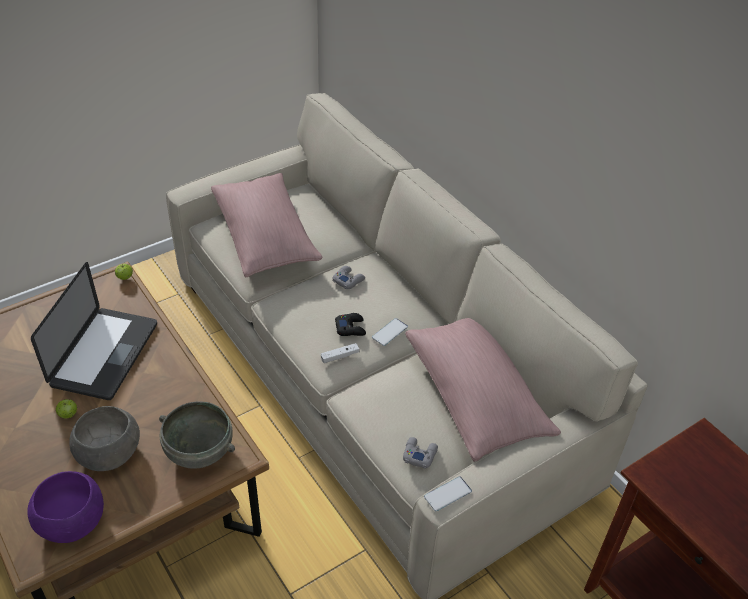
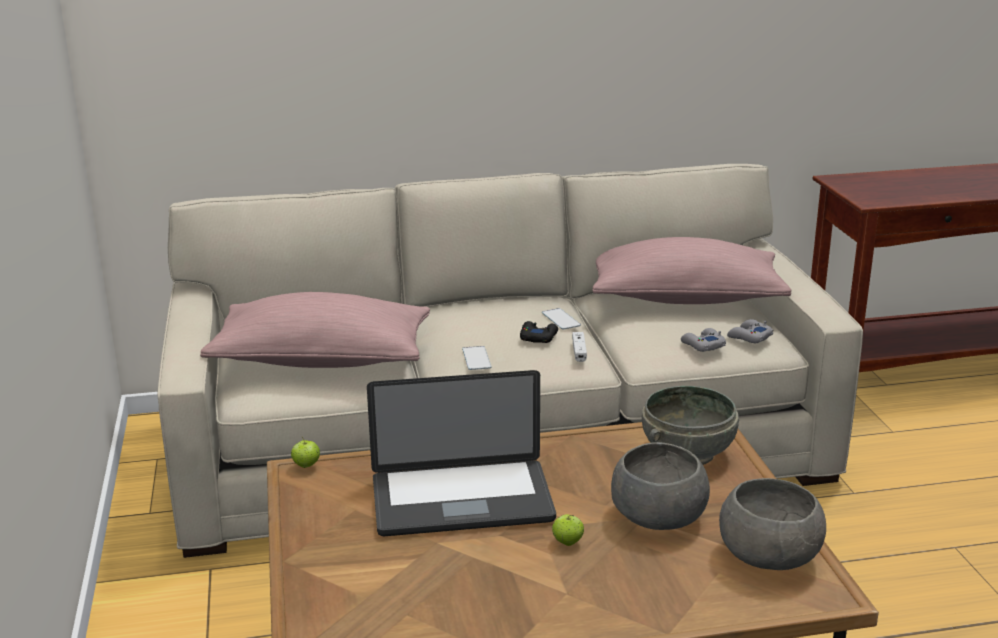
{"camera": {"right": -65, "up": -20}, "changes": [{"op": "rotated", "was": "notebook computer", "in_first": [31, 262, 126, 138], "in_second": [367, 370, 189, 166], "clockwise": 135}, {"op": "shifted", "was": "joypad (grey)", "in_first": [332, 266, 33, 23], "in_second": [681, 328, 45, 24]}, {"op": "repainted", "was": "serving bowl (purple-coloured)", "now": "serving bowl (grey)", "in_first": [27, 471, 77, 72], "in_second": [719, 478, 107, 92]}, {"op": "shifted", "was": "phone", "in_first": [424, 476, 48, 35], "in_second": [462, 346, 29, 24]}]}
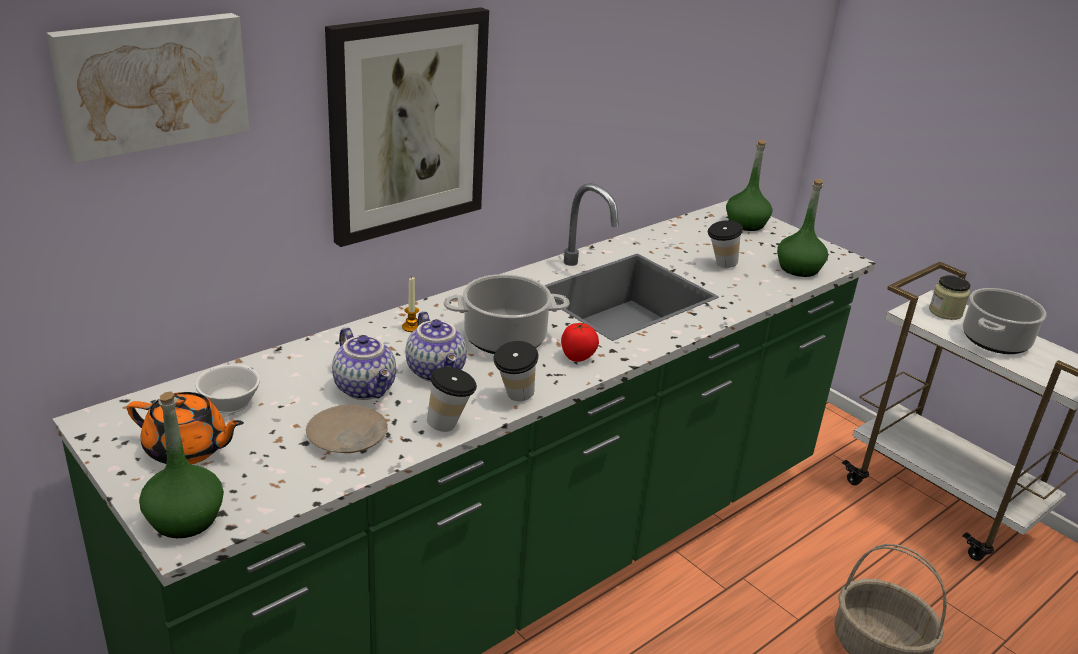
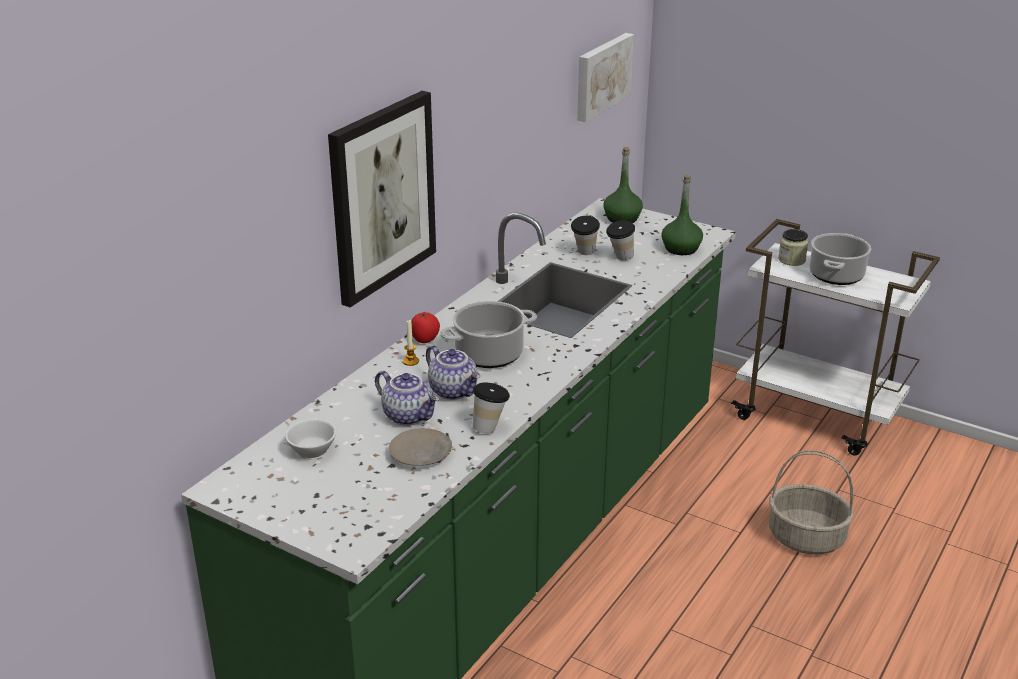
{"camera": {"right": -15, "up": 0}, "changes": [{"op": "shifted", "was": "wall art", "in_first": [46, 13, 203, 150], "in_second": [577, 33, 57, 89]}, {"op": "shifted", "was": "fresh tomato", "in_first": [561, 323, 38, 39], "in_second": [411, 312, 29, 31]}, {"op": "shifted", "was": "small cup", "in_first": [493, 341, 45, 60], "in_second": [571, 216, 29, 39]}, {"op": "gone", "was": "tea pot (orangey)", "in_first": [127, 392, 117, 73]}, {"op": "gone", "was": "beverage bottle (green)", "in_first": [139, 392, 85, 146]}]}
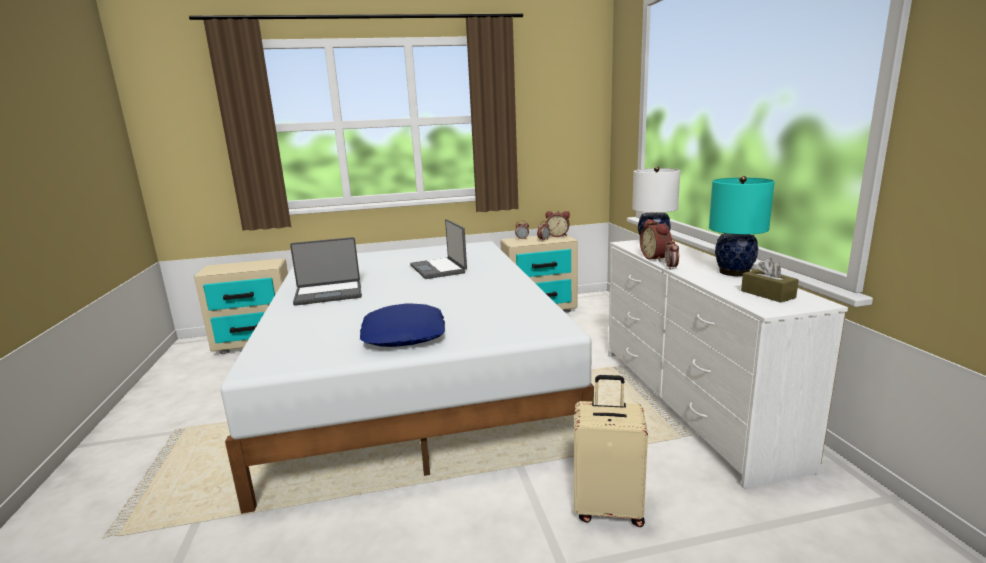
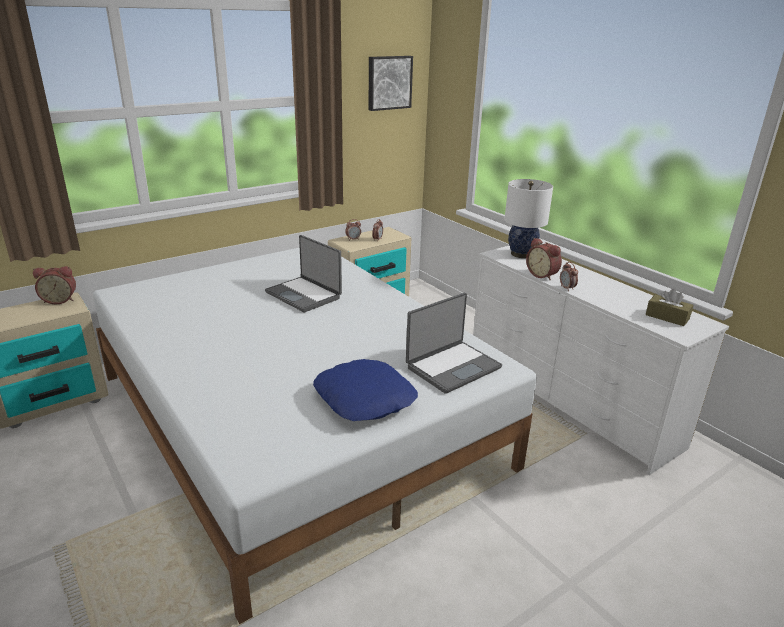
{"camera": {"right": -25, "up": 10}, "changes": [{"op": "gone", "was": "lamp for a table (blue-green)", "in_first": [709, 176, 66, 100]}, {"op": "shifted", "was": "bedside clock", "in_first": [545, 211, 25, 26], "in_second": [33, 266, 43, 38]}, {"op": "shifted", "was": "notebook computer", "in_first": [290, 237, 72, 69], "in_second": [406, 293, 96, 101]}, {"op": "gone", "was": "travel case (sand-coloured)", "in_first": [574, 375, 74, 152]}, {"op": "new", "now": "wall art", "in_second": [369, 56, 44, 55]}]}
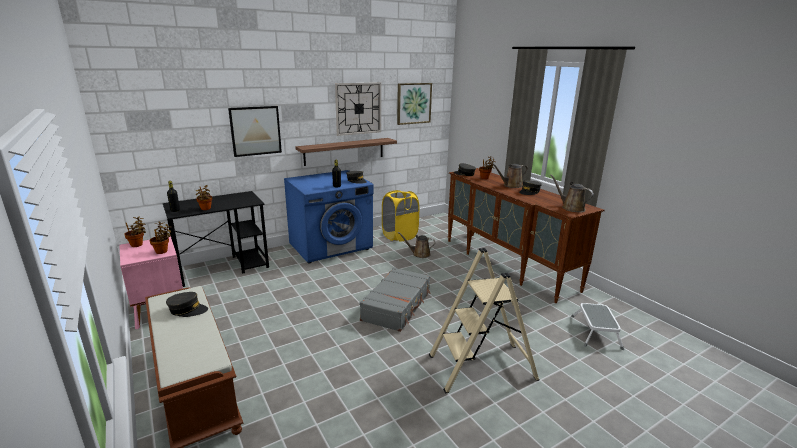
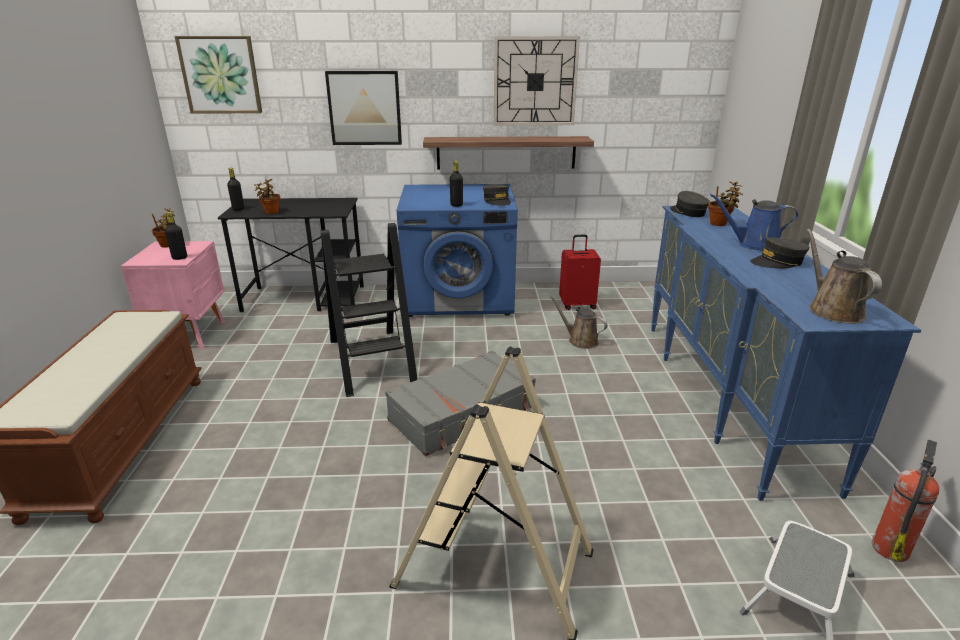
{"camera": {"right": 30, "up": 5}, "changes": [{"op": "shifted", "was": "wall art", "in_first": [397, 83, 35, 42], "in_second": [175, 36, 87, 78]}, {"op": "repainted", "was": "sprinkling can (brown)", "now": "sprinkling can (blue-coloured)", "in_first": [492, 163, 36, 25], "in_second": [710, 194, 89, 57]}, {"op": "repainted", "was": "storage cabinet (brown)", "now": "storage cabinet (blue-coloured)", "in_first": [448, 168, 157, 135], "in_second": [651, 206, 270, 295]}, {"op": "swapped", "was": "washing basket (yellowish)", "now": "travel case (reddish)", "in_first": [382, 190, 37, 52], "in_second": [559, 235, 42, 75]}, {"op": "swapped", "was": "houseplant", "now": "beverage bottle (blackish)", "in_first": [150, 222, 21, 32], "in_second": [165, 212, 22, 48]}, {"op": "gone", "was": "baseball cap (grey)", "in_first": [166, 292, 42, 25]}, {"op": "new", "now": "step stool (blackish)", "in_second": [321, 223, 97, 174]}, {"op": "new", "now": "extinguisher", "in_second": [872, 440, 67, 122]}]}
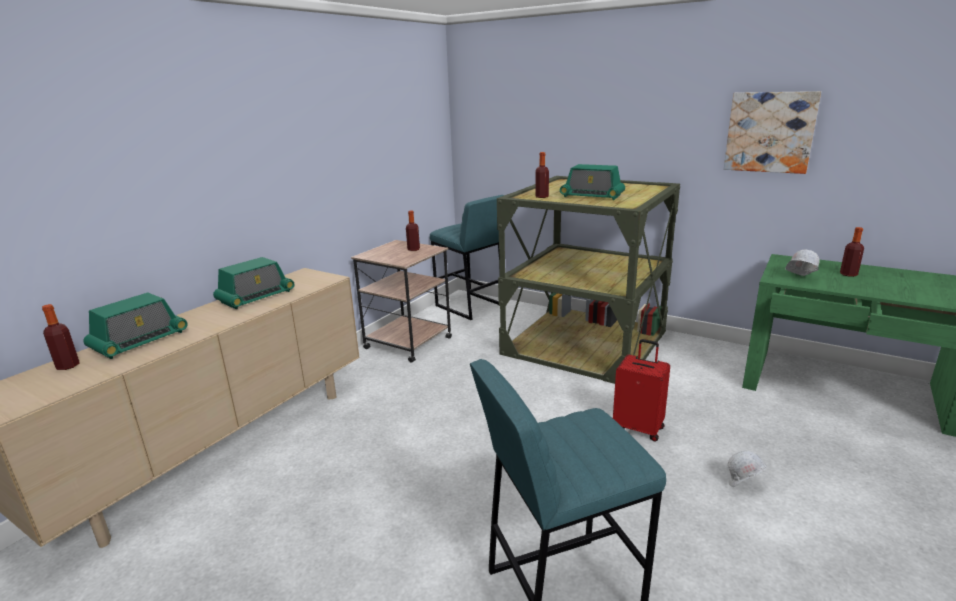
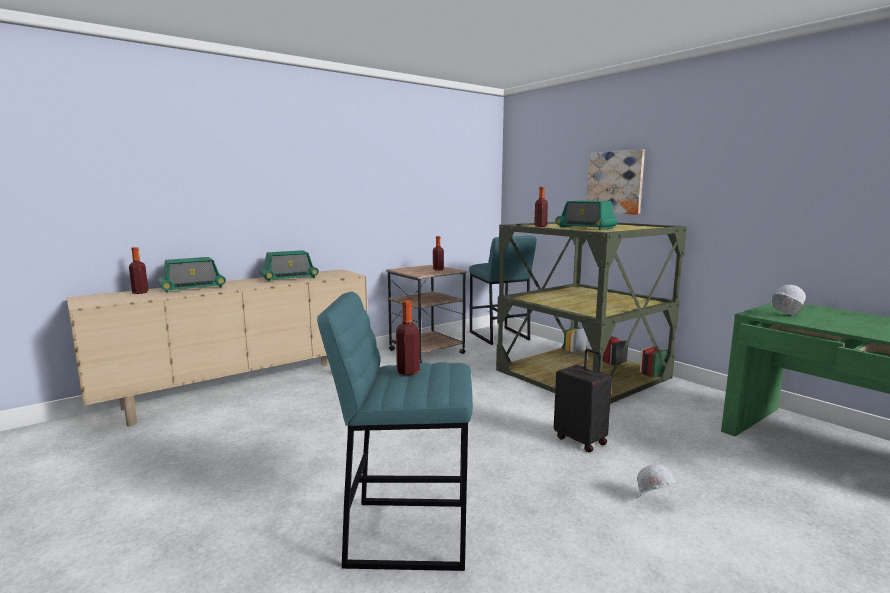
{"camera": {"right": 20, "up": -10}, "changes": [{"op": "shifted", "was": "wall art", "in_first": [724, 91, 97, 83], "in_second": [587, 150, 58, 65]}, {"op": "shifted", "was": "beverage bottle", "in_first": [840, 227, 24, 50], "in_second": [396, 300, 24, 75]}, {"op": "repainted", "was": "travel case (reddish)", "now": "travel case (blackish)", "in_first": [613, 339, 57, 103], "in_second": [554, 349, 58, 103]}]}
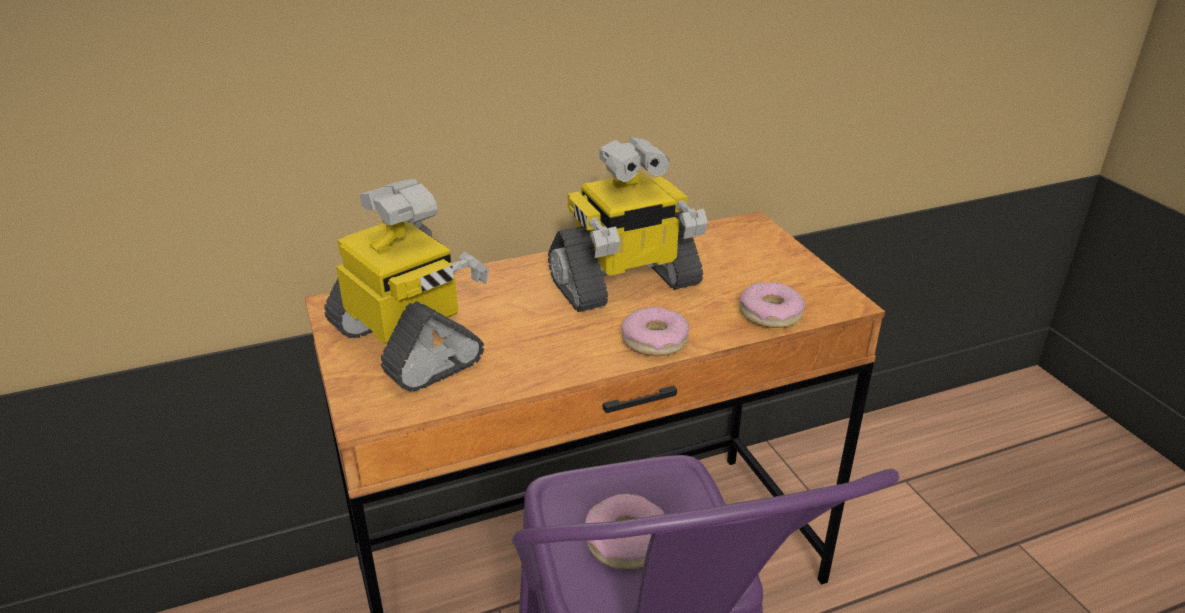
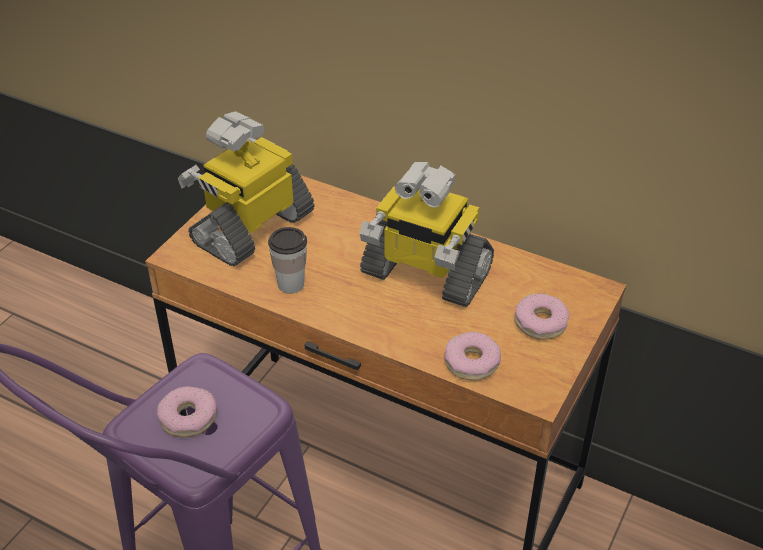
{"camera": {"right": 50, "up": 10}, "changes": [{"op": "rotated", "was": "model robot", "in_first": [324, 179, 165, 212], "in_second": [178, 111, 136, 155], "clockwise": -150}, {"op": "shifted", "was": "doughnut", "in_first": [622, 307, 67, 49], "in_second": [515, 293, 54, 47]}, {"op": "new", "now": "small cup", "in_second": [268, 227, 39, 67]}]}
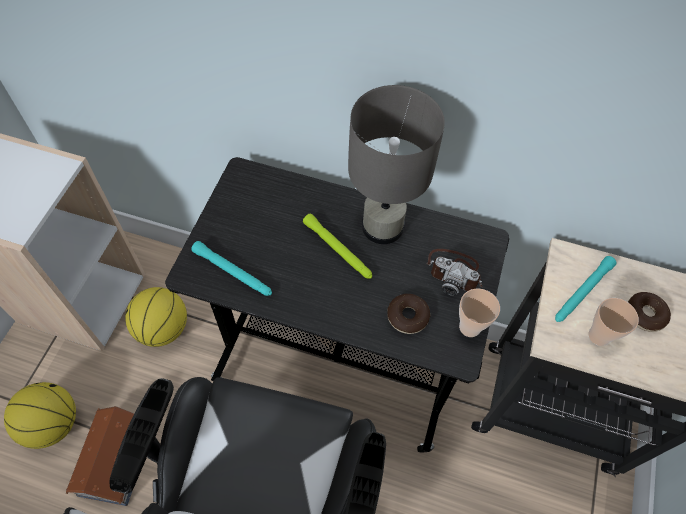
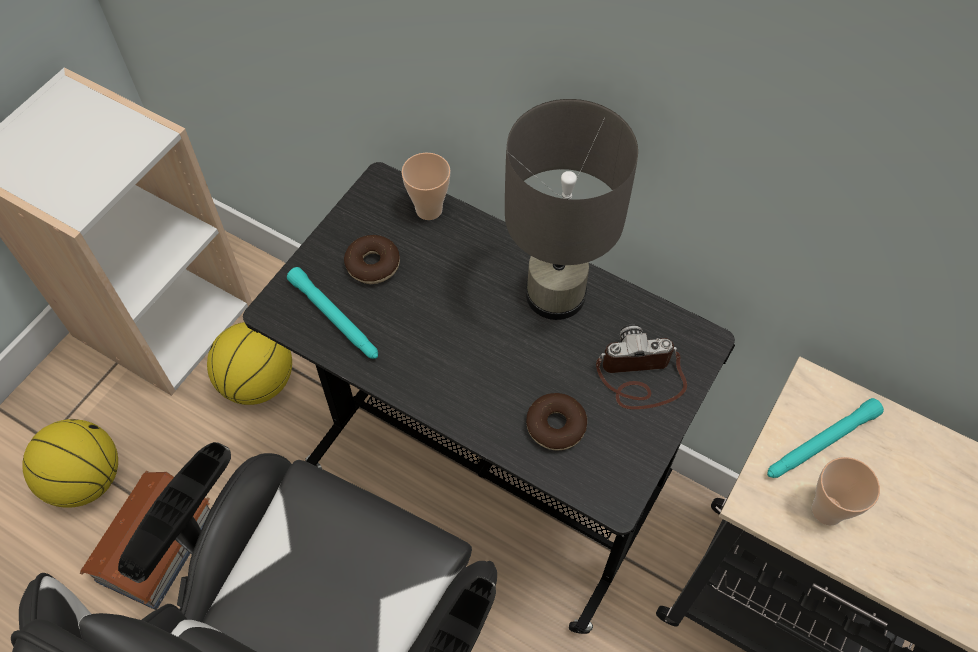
{"camera": {"right": 15, "up": 0}, "changes": [{"op": "gone", "was": "flashlight (green)", "in_first": [303, 214, 69, 65]}, {"op": "rotated", "was": "photo camera", "in_first": [427, 249, 56, 47], "in_second": [596, 324, 91, 86], "clockwise": 135}, {"op": "shifted", "was": "small cup", "in_first": [459, 288, 41, 49], "in_second": [402, 153, 49, 67]}, {"op": "shifted", "was": "doughnut", "in_first": [628, 292, 43, 40], "in_second": [344, 235, 56, 49]}]}
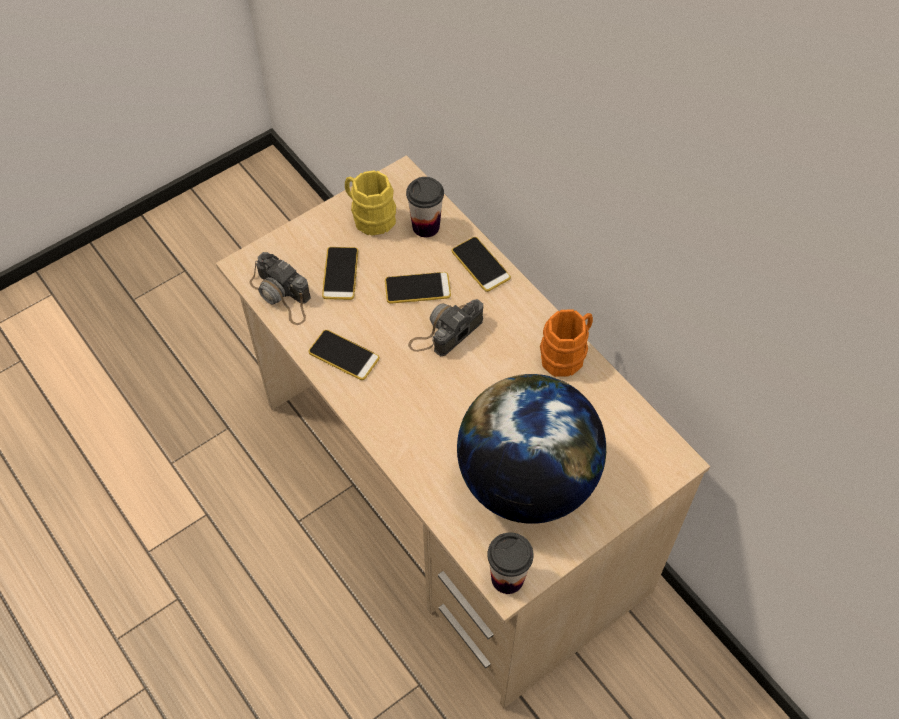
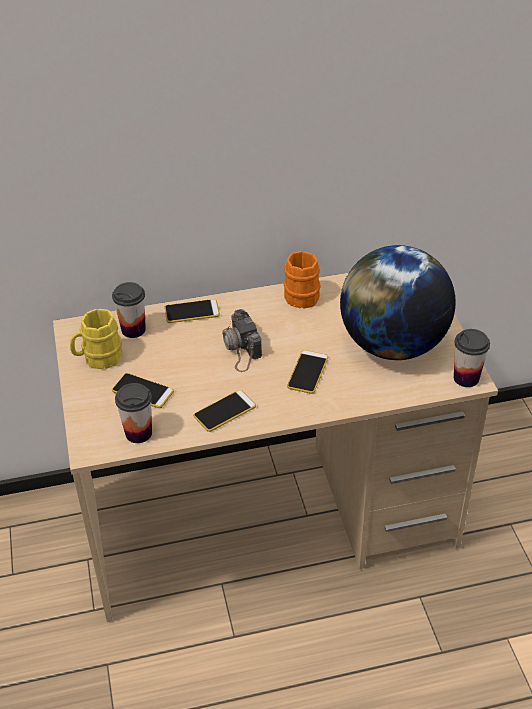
{"camera": {"right": -65, "up": -15}, "changes": [{"op": "swapped", "was": "photo camera", "now": "small cup", "in_first": [250, 252, 61, 73], "in_second": [115, 383, 37, 60]}, {"op": "shifted", "was": "phone", "in_first": [385, 272, 66, 32], "in_second": [287, 350, 41, 44]}]}
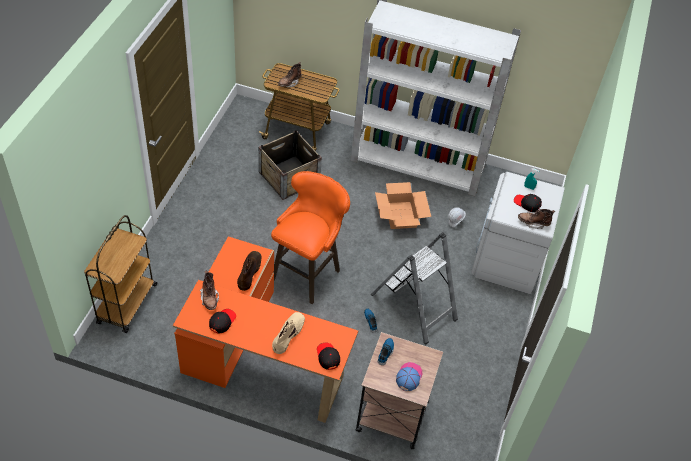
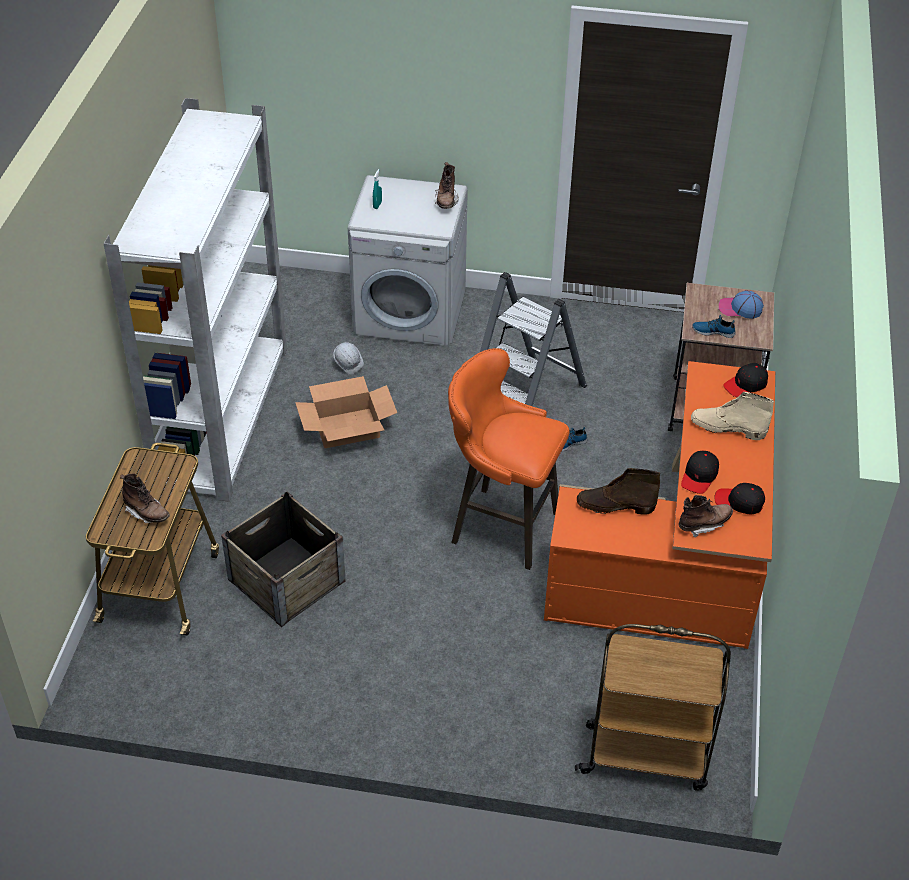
{"camera": {"right": -95, "up": -5}, "changes": [{"op": "shifted", "was": "baseball cap (blackish)", "in_first": [514, 194, 28, 18], "in_second": [681, 450, 38, 44]}]}
